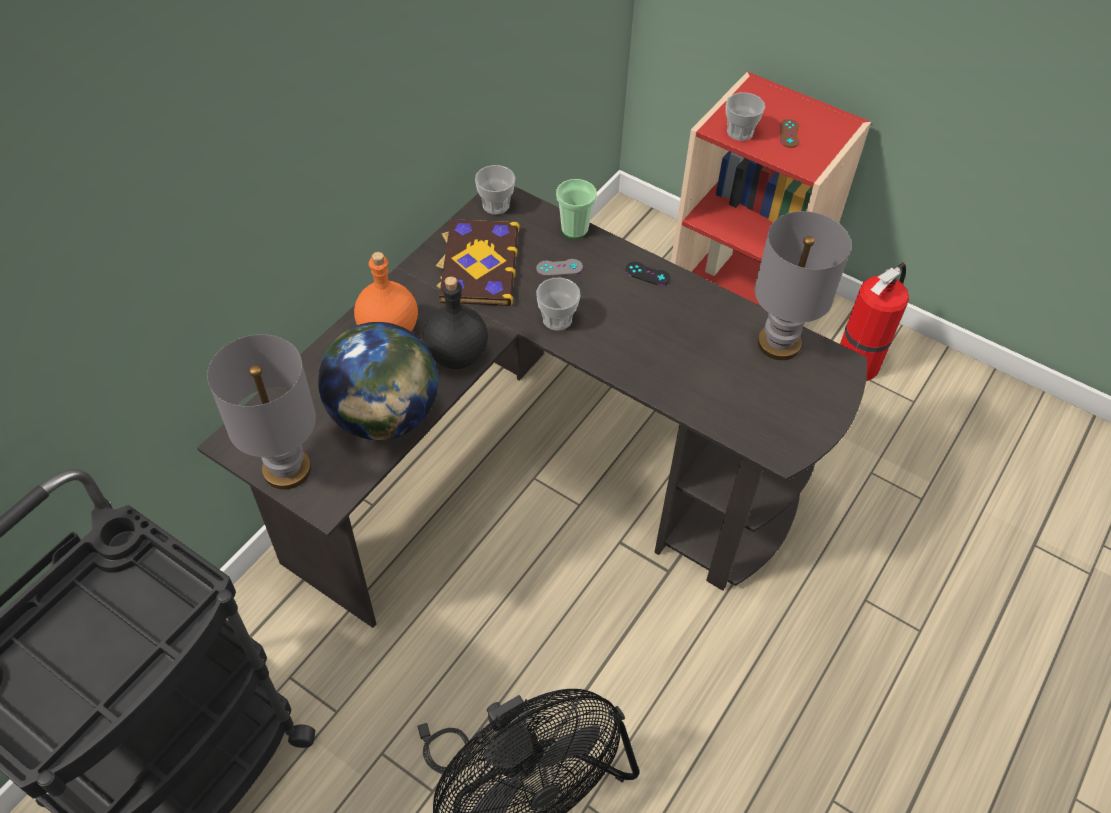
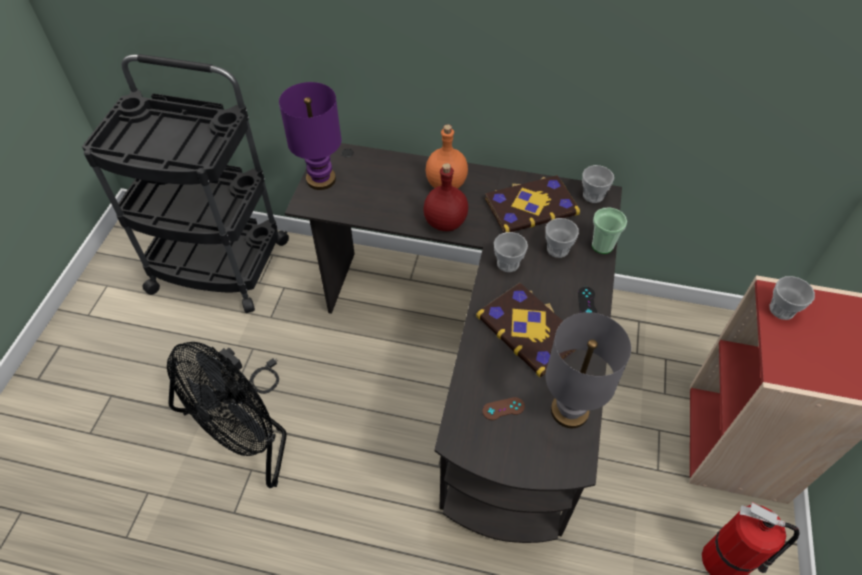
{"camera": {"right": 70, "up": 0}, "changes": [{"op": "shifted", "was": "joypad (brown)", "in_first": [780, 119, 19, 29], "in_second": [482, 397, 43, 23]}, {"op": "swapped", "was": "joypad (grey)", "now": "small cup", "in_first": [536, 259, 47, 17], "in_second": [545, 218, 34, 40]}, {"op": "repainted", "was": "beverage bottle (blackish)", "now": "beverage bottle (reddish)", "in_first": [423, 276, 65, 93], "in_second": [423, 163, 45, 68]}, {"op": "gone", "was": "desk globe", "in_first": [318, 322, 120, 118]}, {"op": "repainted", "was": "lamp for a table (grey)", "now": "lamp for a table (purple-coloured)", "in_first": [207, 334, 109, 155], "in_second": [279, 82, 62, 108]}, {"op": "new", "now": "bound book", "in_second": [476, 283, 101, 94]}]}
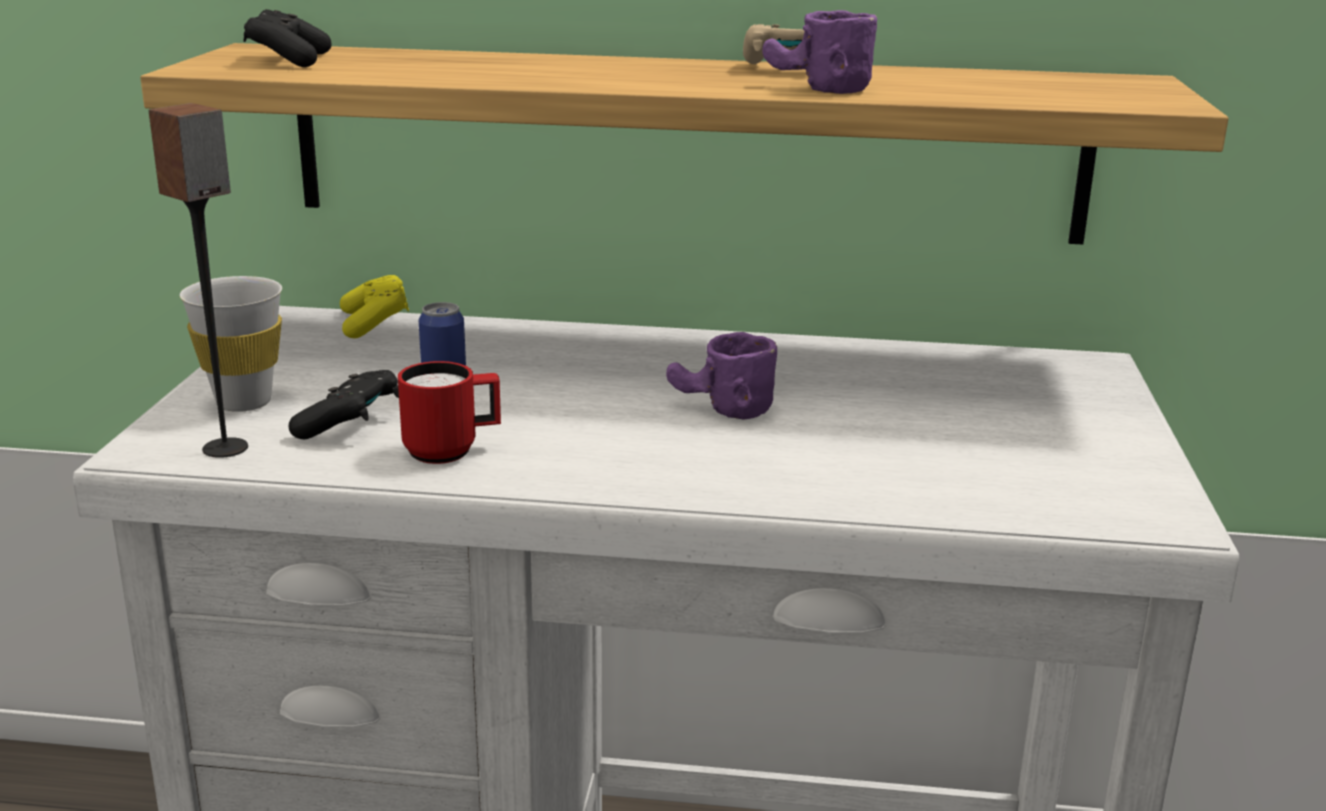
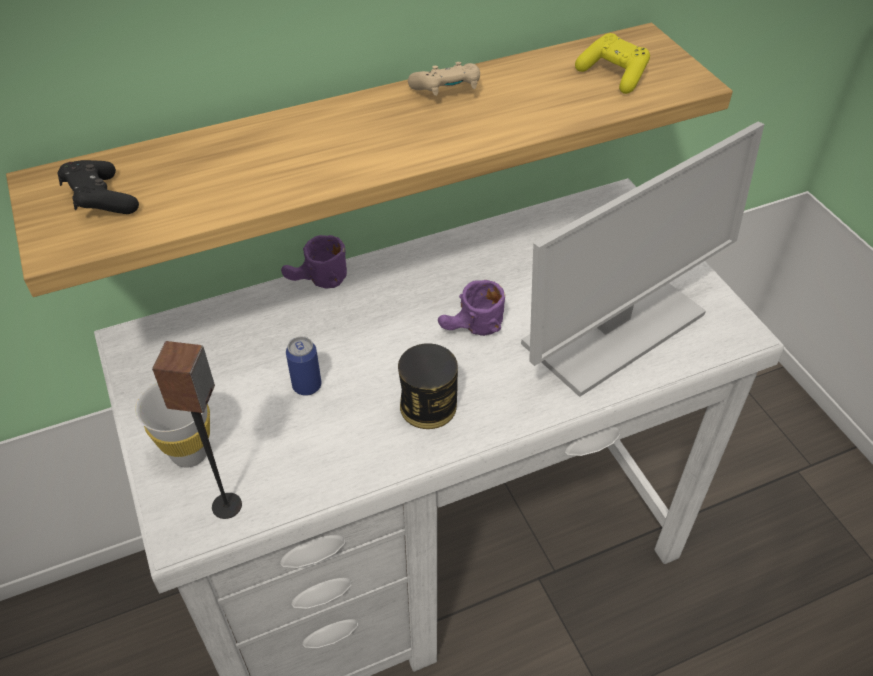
{"camera": {"right": -30, "up": 25}, "changes": [{"op": "shifted", "was": "mug (purple-coloured)", "in_first": [762, 10, 115, 84], "in_second": [281, 235, 66, 54]}, {"op": "shifted", "was": "joypad (yellowish)", "in_first": [340, 275, 69, 63], "in_second": [575, 33, 75, 61]}, {"op": "gone", "was": "mug (reddish)", "in_first": [398, 361, 103, 103]}, {"op": "gone", "was": "joypad (blackish)", "in_first": [289, 370, 110, 69]}, {"op": "new", "now": "monitor", "in_second": [521, 121, 243, 276]}, {"op": "new", "now": "can", "in_second": [398, 343, 60, 86]}]}
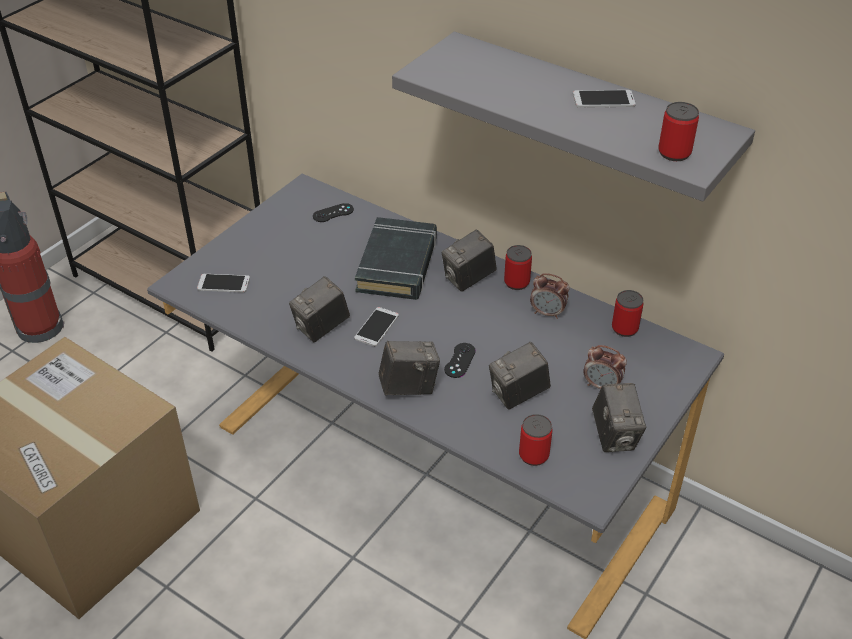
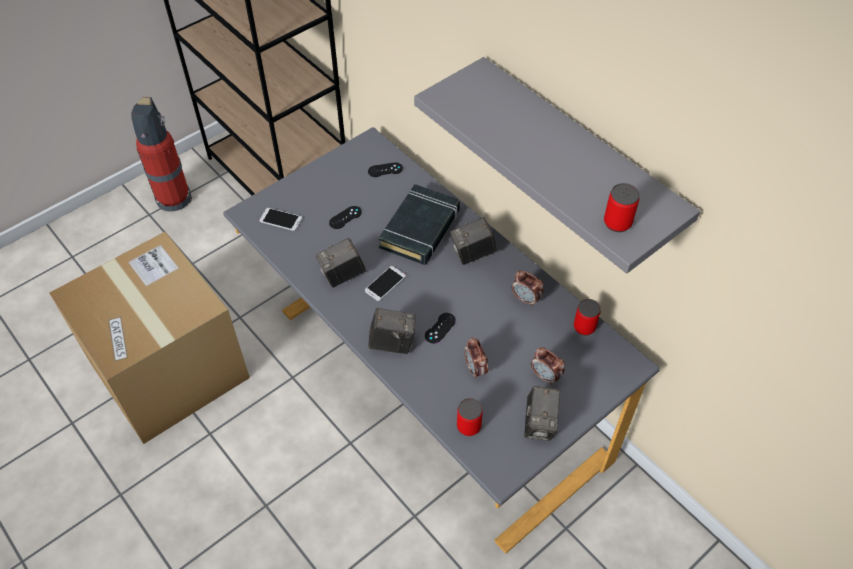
{"camera": {"right": 15, "up": 10}, "changes": [{"op": "gone", "was": "phone", "in_first": [573, 90, 63, 18]}, {"op": "gone", "was": "can", "in_first": [504, 245, 28, 45]}, {"op": "swapped", "was": "photo camera", "now": "bedside clock", "in_first": [489, 342, 62, 68], "in_second": [464, 337, 24, 42]}, {"op": "new", "now": "joypad (blackish)", "in_second": [329, 206, 33, 23]}]}
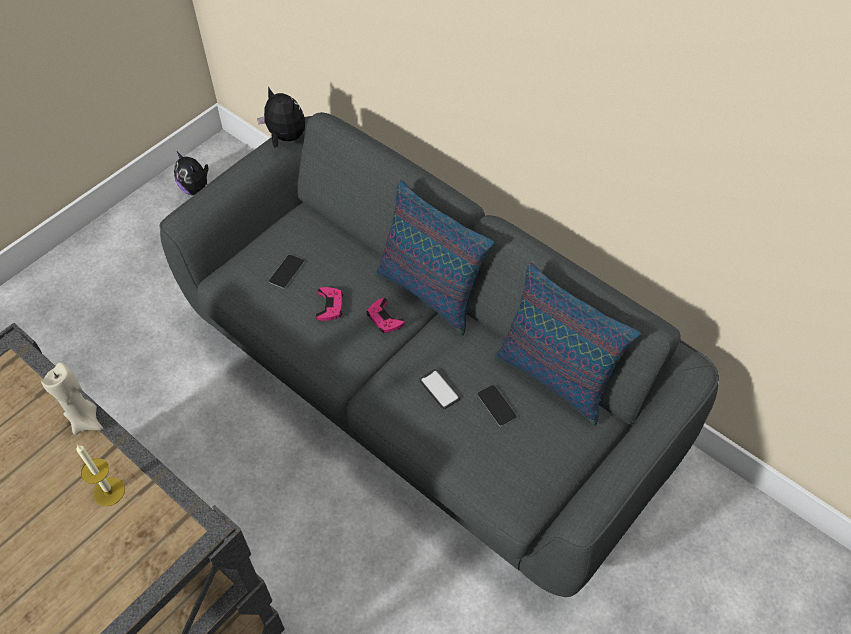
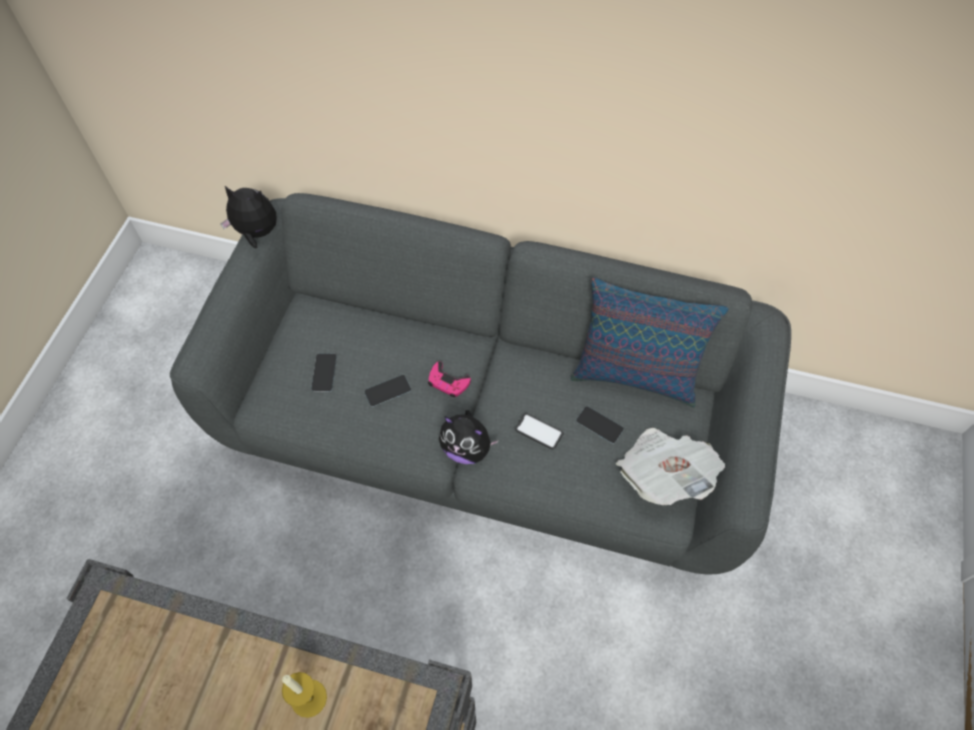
{"camera": {"right": -25, "up": 5}, "changes": [{"op": "shifted", "was": "plush toy", "in_first": [174, 151, 34, 45], "in_second": [439, 410, 60, 54]}, {"op": "gone", "was": "throw pillow (blue-coloured)", "in_first": [375, 180, 120, 156]}, {"op": "swapped", "was": "joypad (pink)", "now": "phone", "in_first": [316, 287, 27, 34], "in_second": [364, 375, 47, 32]}, {"op": "gone", "was": "candle (sand-coloured)", "in_first": [41, 362, 62, 73]}, {"op": "new", "now": "daily paper", "in_second": [616, 428, 109, 77]}]}
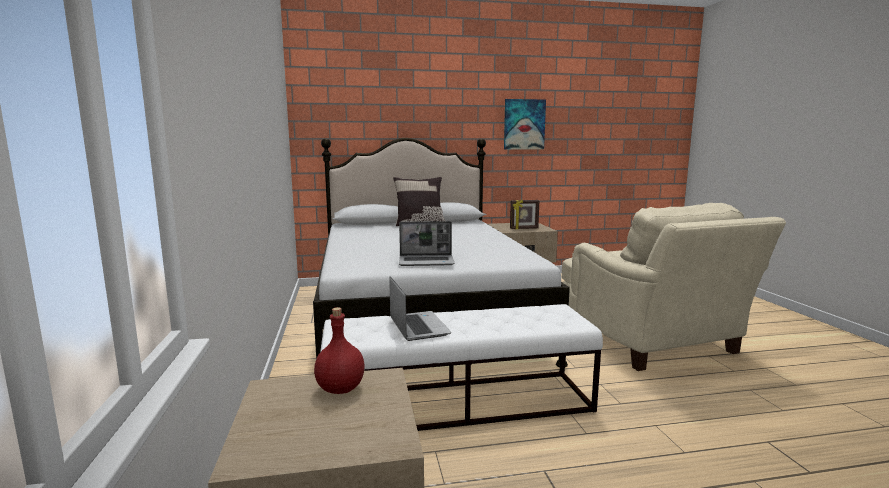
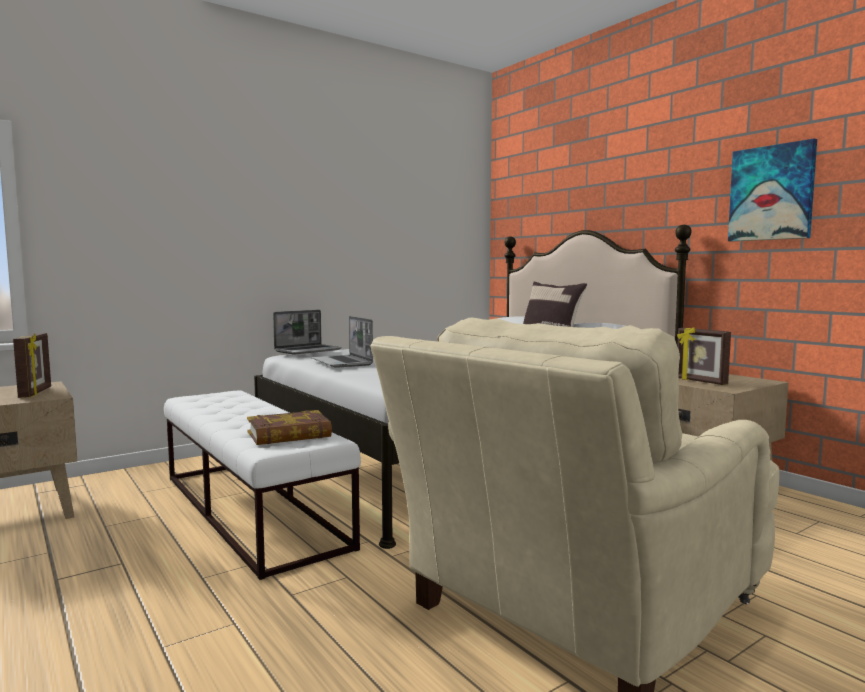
{"camera": {"right": 65, "up": -5}, "changes": [{"op": "shifted", "was": "notebook computer", "in_first": [389, 276, 62, 65], "in_second": [273, 310, 69, 45]}, {"op": "swapped", "was": "beverage bottle (reddish)", "now": "picture frame", "in_first": [314, 307, 51, 87], "in_second": [13, 333, 38, 65]}, {"op": "new", "now": "bound book", "in_second": [247, 410, 85, 35]}]}
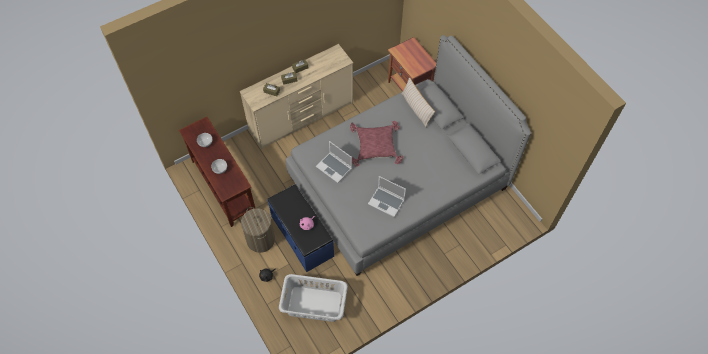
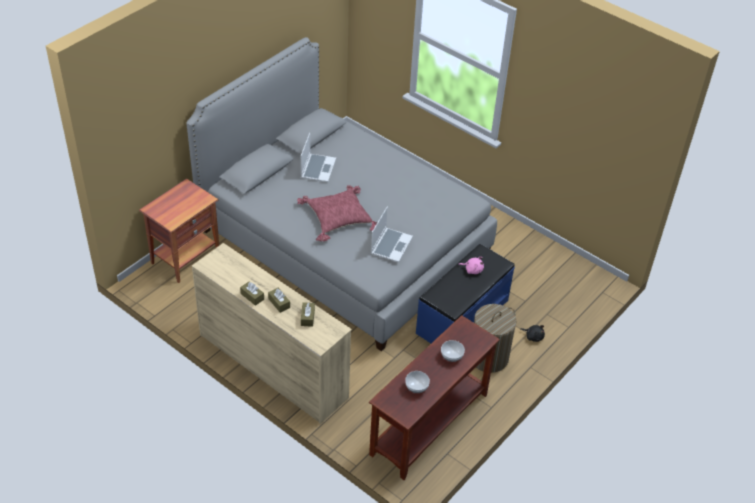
{"camera": {"right": -110, "up": -15}, "changes": [{"op": "gone", "was": "throw pillow (sand-coloured)", "in_first": [401, 77, 34, 50]}, {"op": "shifted", "was": "notebook computer", "in_first": [368, 176, 38, 41], "in_second": [301, 133, 35, 49]}, {"op": "gone", "was": "washing basket (grey)", "in_first": [279, 274, 69, 48]}]}
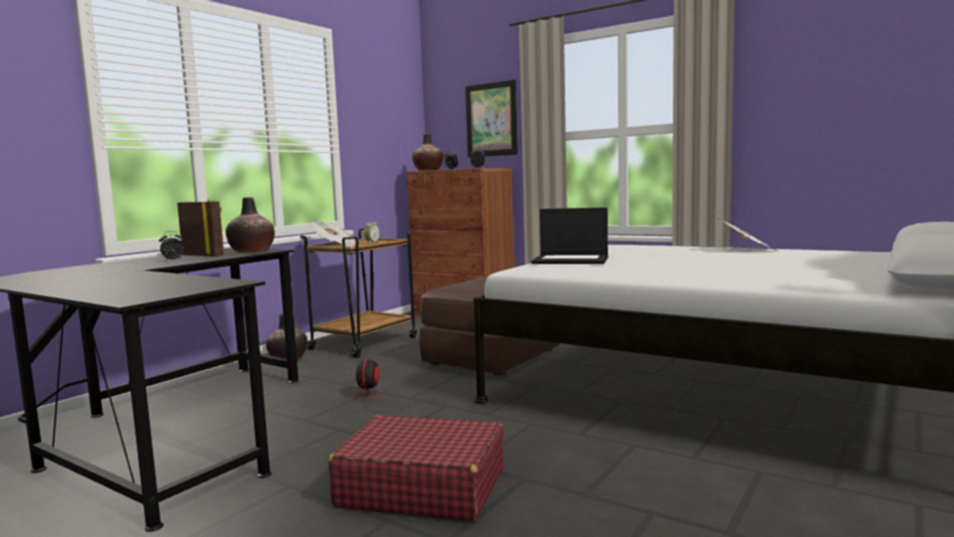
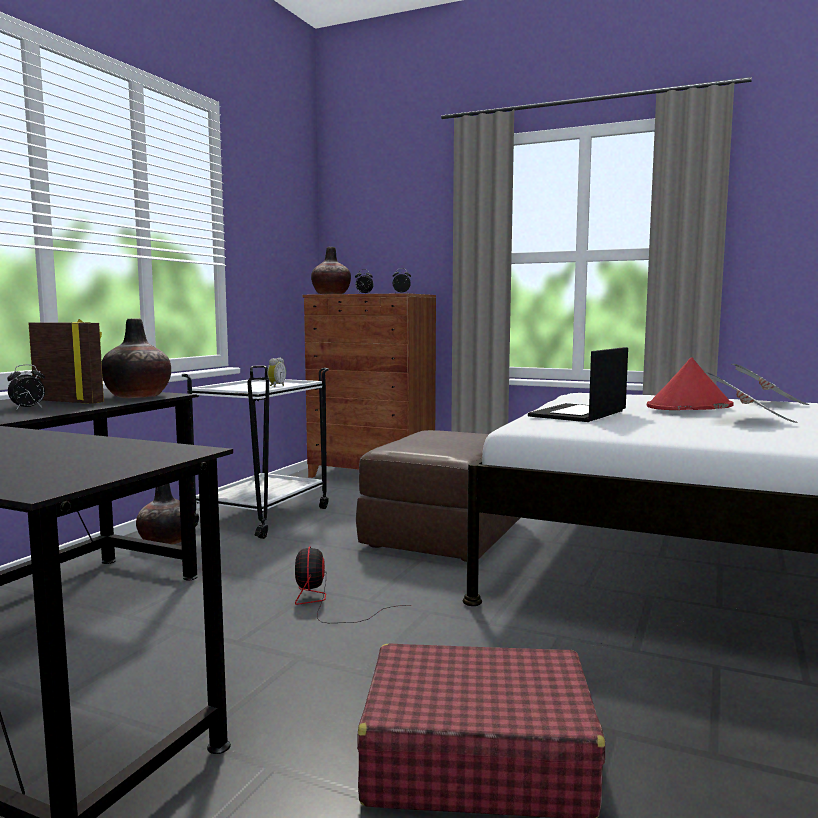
{"camera": {"right": -10, "up": 0}, "changes": [{"op": "gone", "was": "wall art", "in_first": [465, 80, 53, 77]}, {"op": "rotated", "was": "notebook computer", "in_first": [531, 207, 77, 57], "in_second": [528, 347, 100, 75], "clockwise": 120}, {"op": "shifted", "was": "daily paper", "in_first": [309, 220, 47, 27], "in_second": [704, 372, 94, 51]}, {"op": "repainted", "was": "trolley (brown)", "now": "trolley (whitish)", "in_first": [300, 228, 117, 130], "in_second": [182, 365, 147, 174]}, {"op": "new", "now": "wearable hat (reddish)", "in_second": [647, 357, 87, 53]}]}
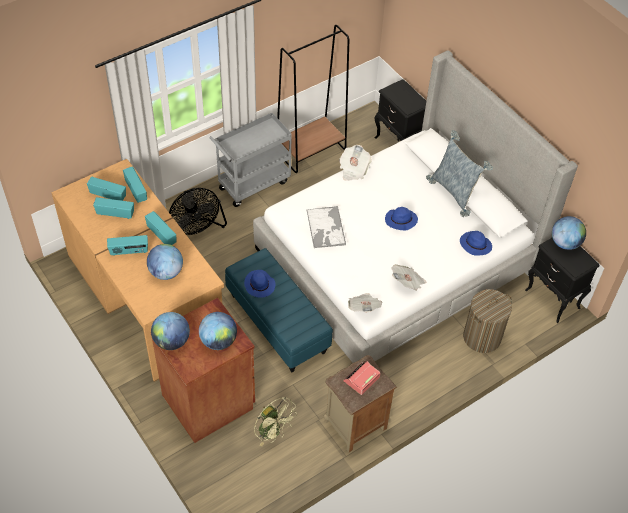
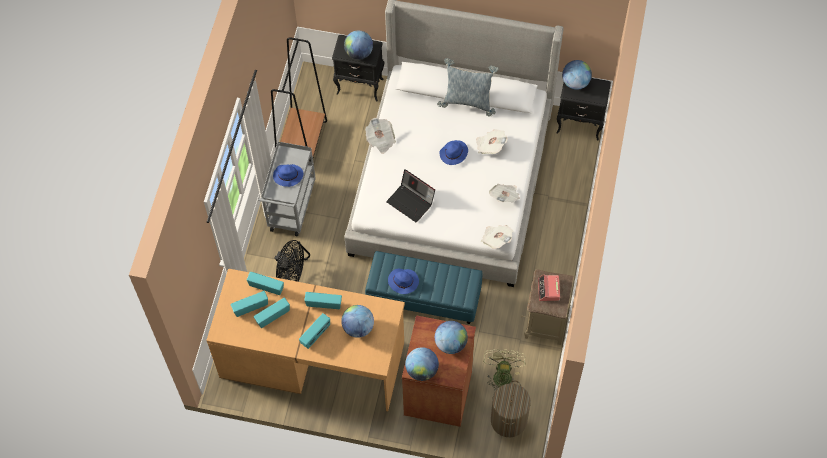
{"camera": {"right": -40, "up": 10}, "changes": [{"op": "swapped", "was": "carrying tray", "now": "notebook computer", "in_first": [306, 206, 40, 42], "in_second": [386, 169, 49, 53]}, {"op": "shifted", "was": "wearable hat (blue-coloured)", "in_first": [460, 231, 32, 25], "in_second": [273, 164, 31, 23]}, {"op": "shifted", "was": "washing basket", "in_first": [463, 289, 49, 64], "in_second": [491, 380, 40, 57]}, {"op": "rotated", "was": "electric fan (green)", "in_first": [254, 397, 43, 50], "in_second": [483, 349, 43, 41], "clockwise": -90}, {"op": "new", "now": "desk globe", "in_second": [344, 30, 29, 30]}, {"op": "new", "now": "daily paper", "in_second": [476, 129, 31, 25]}]}
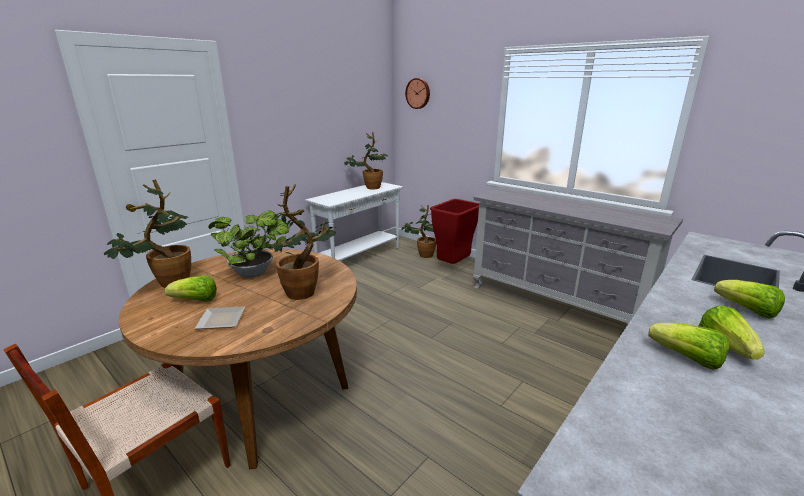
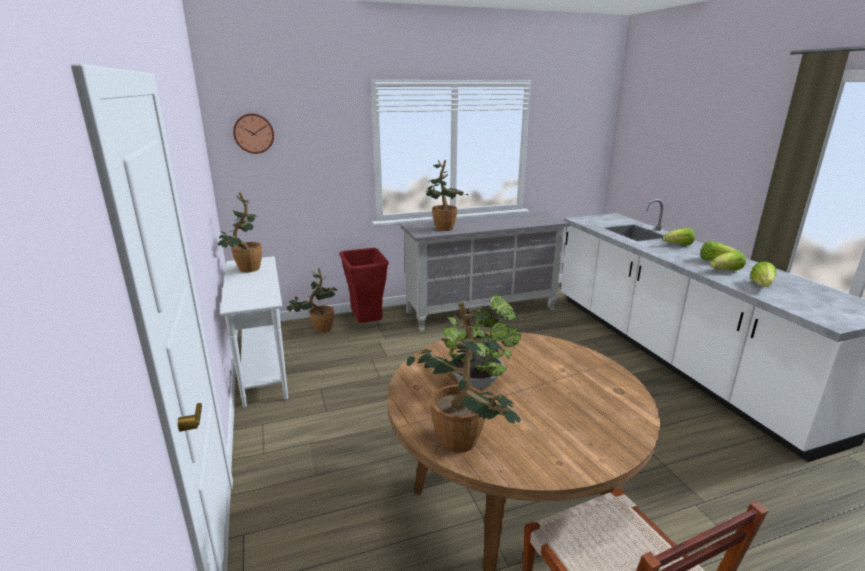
{"camera": {"right": -60, "up": 0}, "changes": [{"op": "shifted", "was": "houseplant", "in_first": [272, 184, 64, 116], "in_second": [425, 160, 43, 71]}, {"op": "shifted", "was": "head of lettuce", "in_first": [165, 275, 52, 27], "in_second": [750, 261, 26, 26]}, {"op": "gone", "was": "dinner plate", "in_first": [194, 306, 51, 23]}]}
